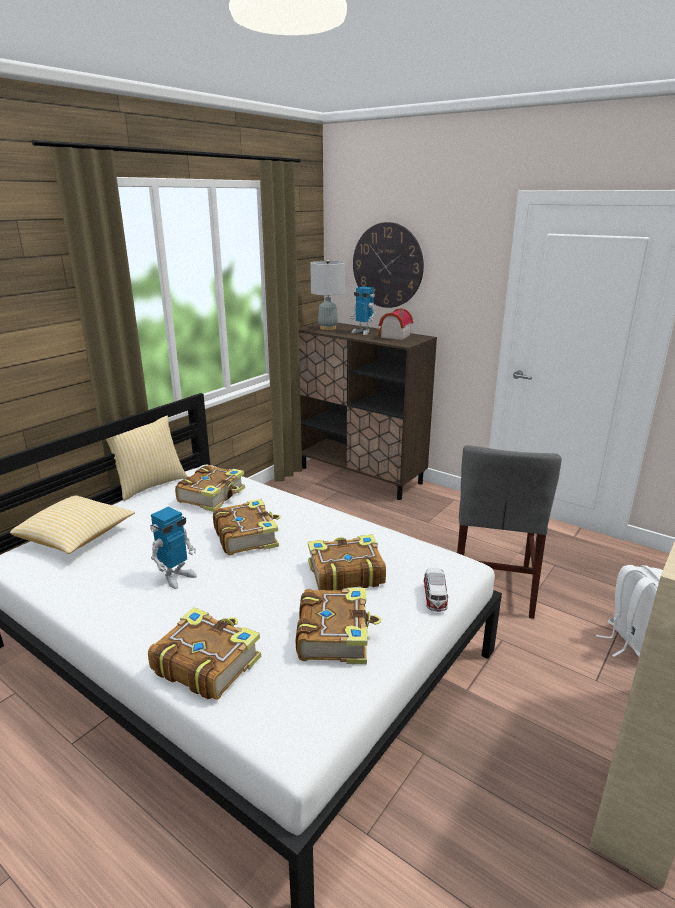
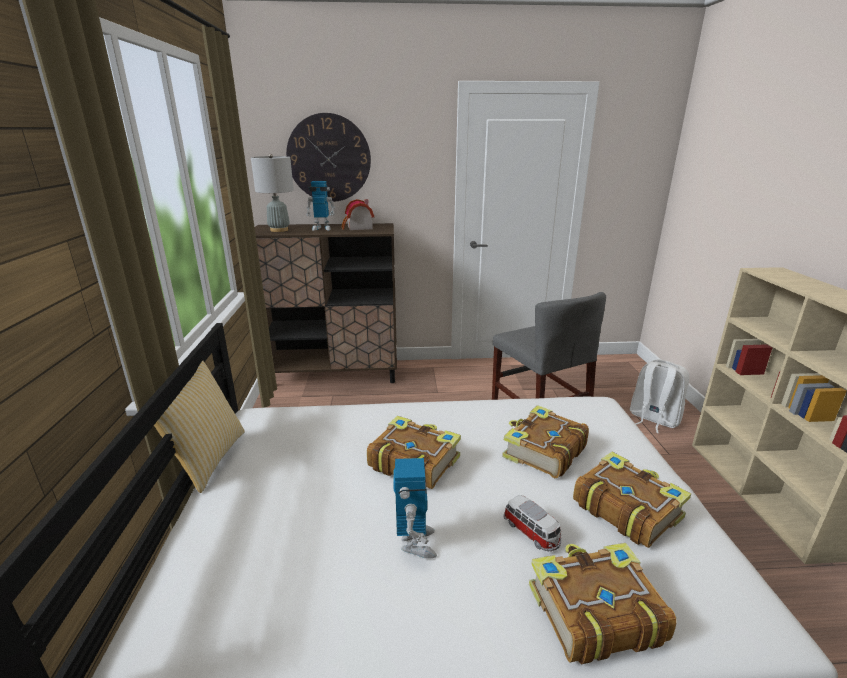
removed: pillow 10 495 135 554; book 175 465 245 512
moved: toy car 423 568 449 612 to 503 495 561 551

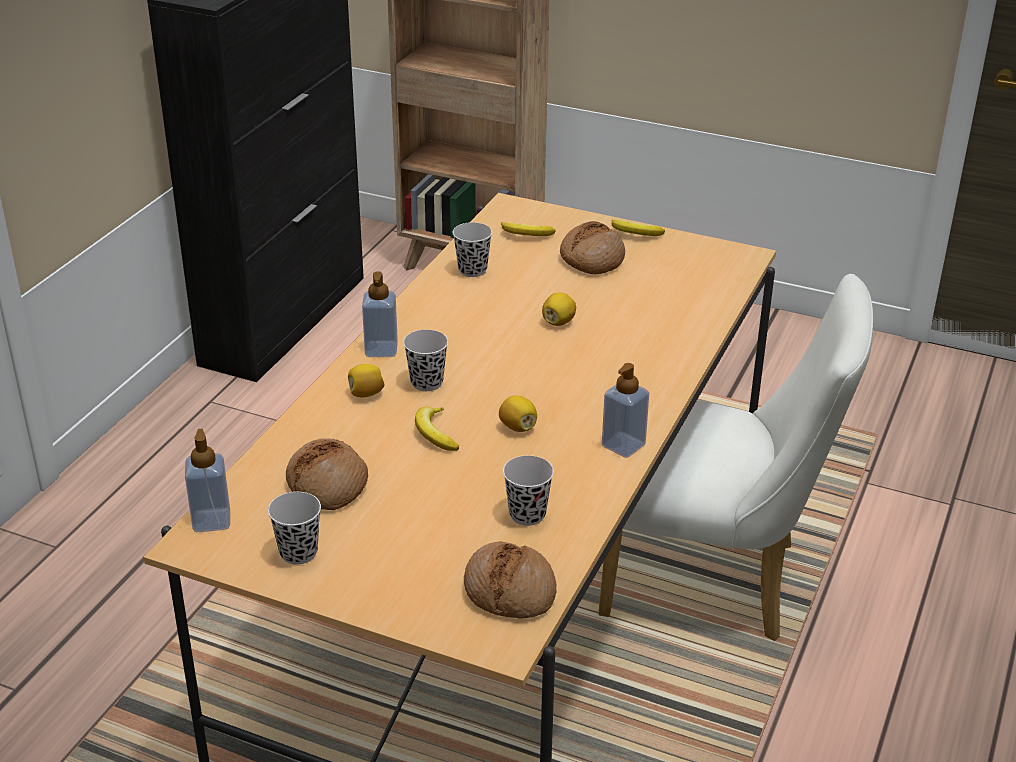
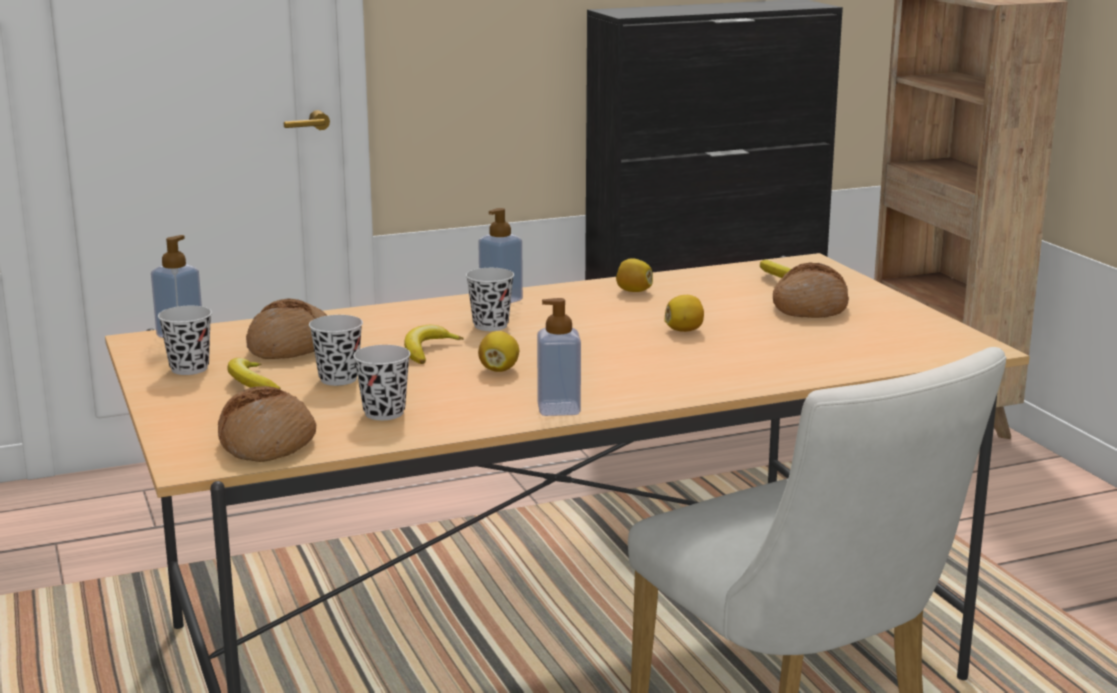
moved: banana 612 220 665 236 to 227 358 280 389; black cup 452 222 492 277 to 309 315 363 386; lemon 348 364 385 398 to 616 258 653 292

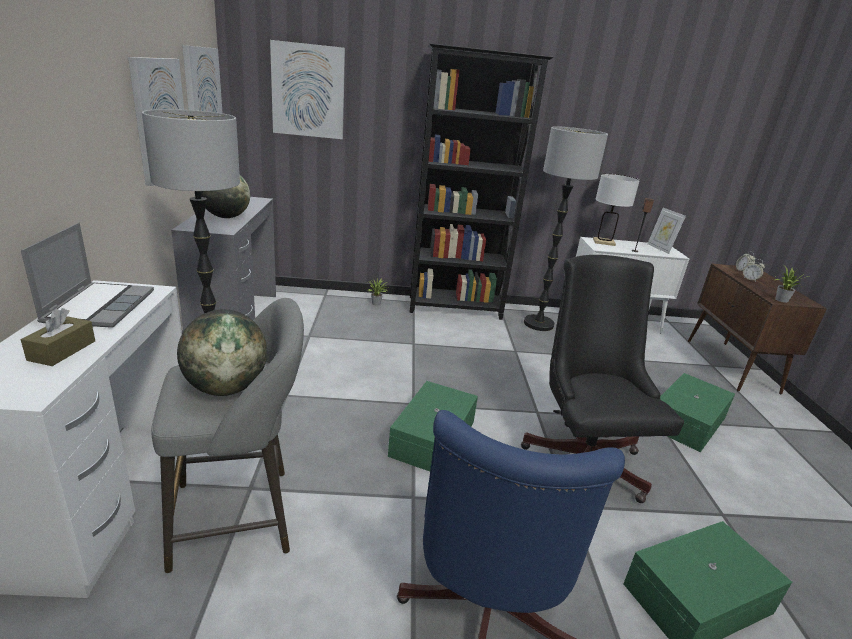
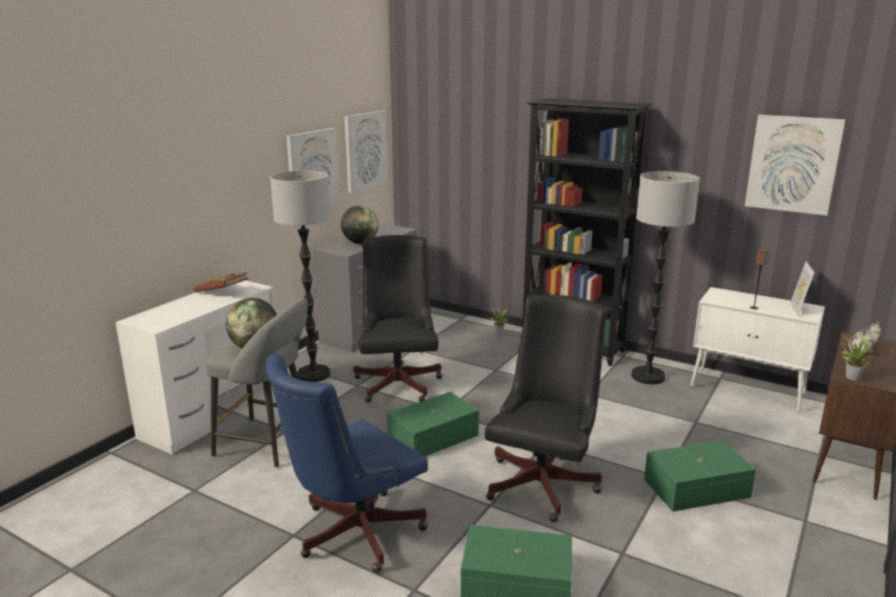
removed: brown tissue box 21 308 95 366; white table lamp 593 174 640 246
added: black office chair 354 235 443 402
moved: picture 270 40 345 139 to 745 115 846 216
replaced: laptop 21 223 154 328 to brown book 194 272 248 293

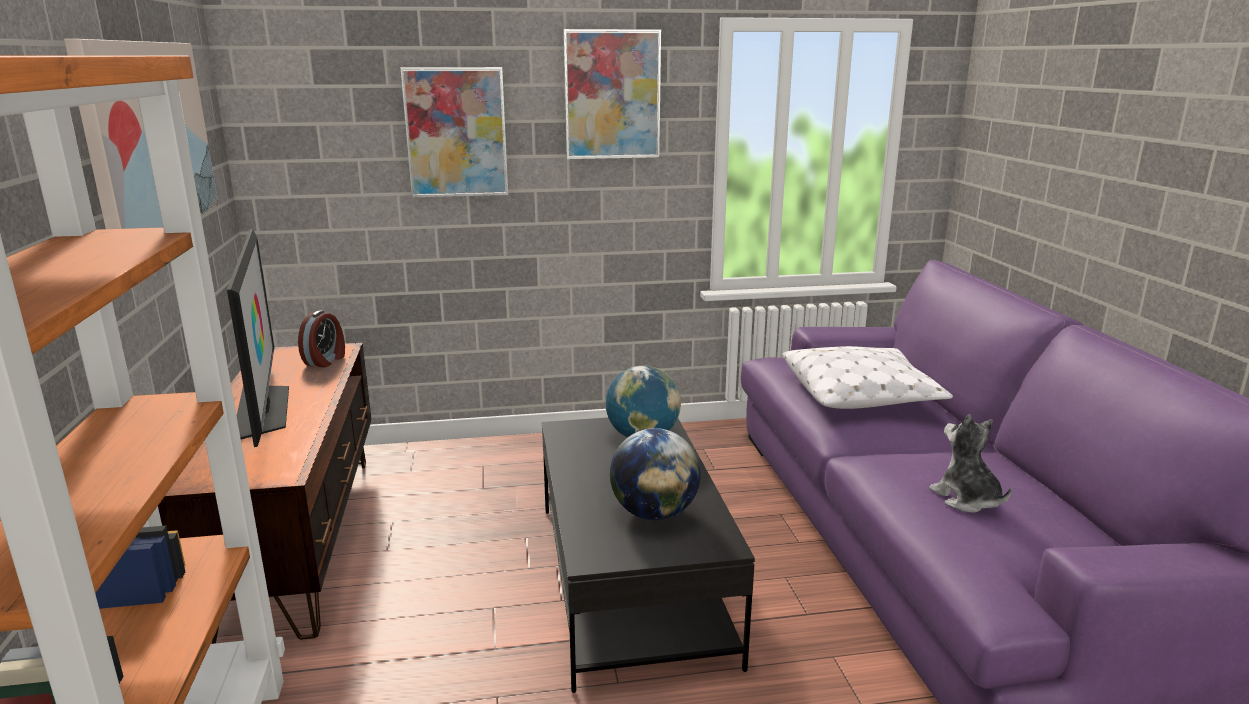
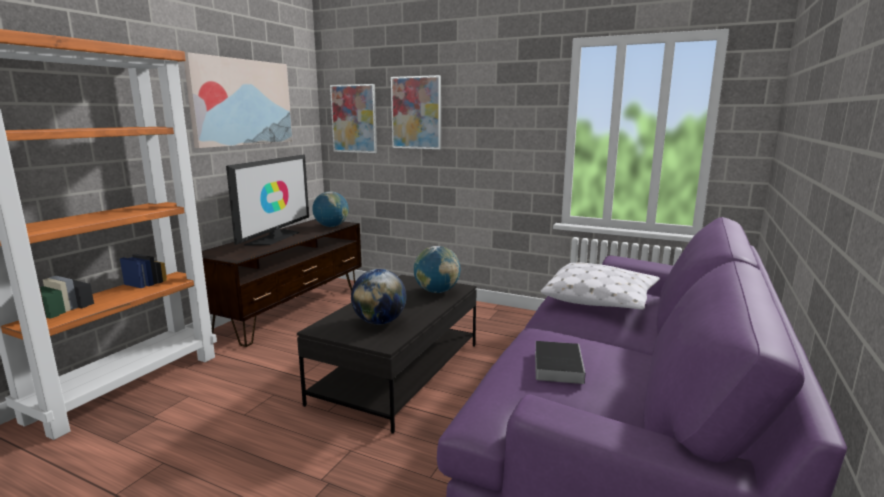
moved: picture 563 29 661 159 to 330 84 377 153
replaced: alarm clock 298 311 345 367 to globe 312 191 349 227; plush toy 929 414 1012 513 to book 535 341 585 384

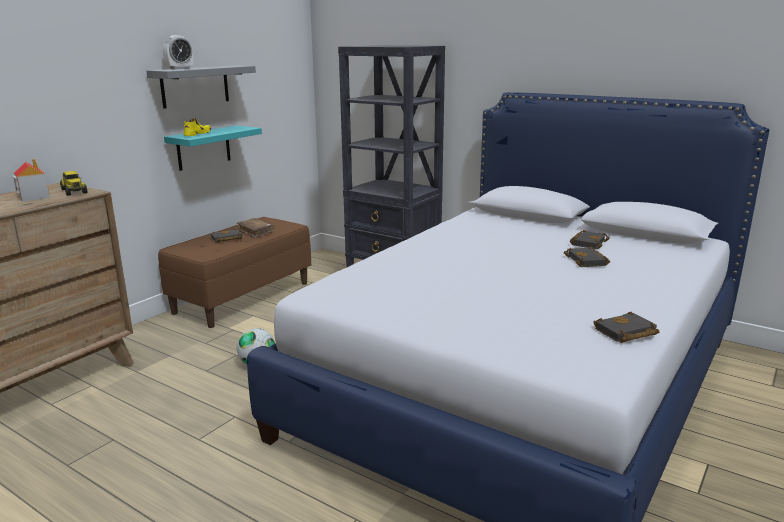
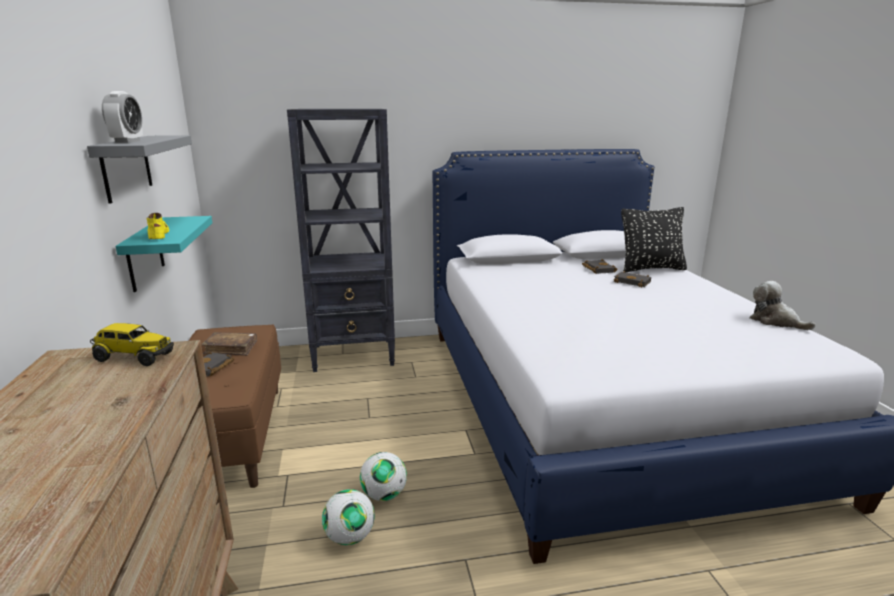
removed: toy house 13 158 50 201
added: football 322 489 375 545; black pillow 621 207 687 272
replaced: black book 594 312 659 343 to plush toy 750 281 816 330

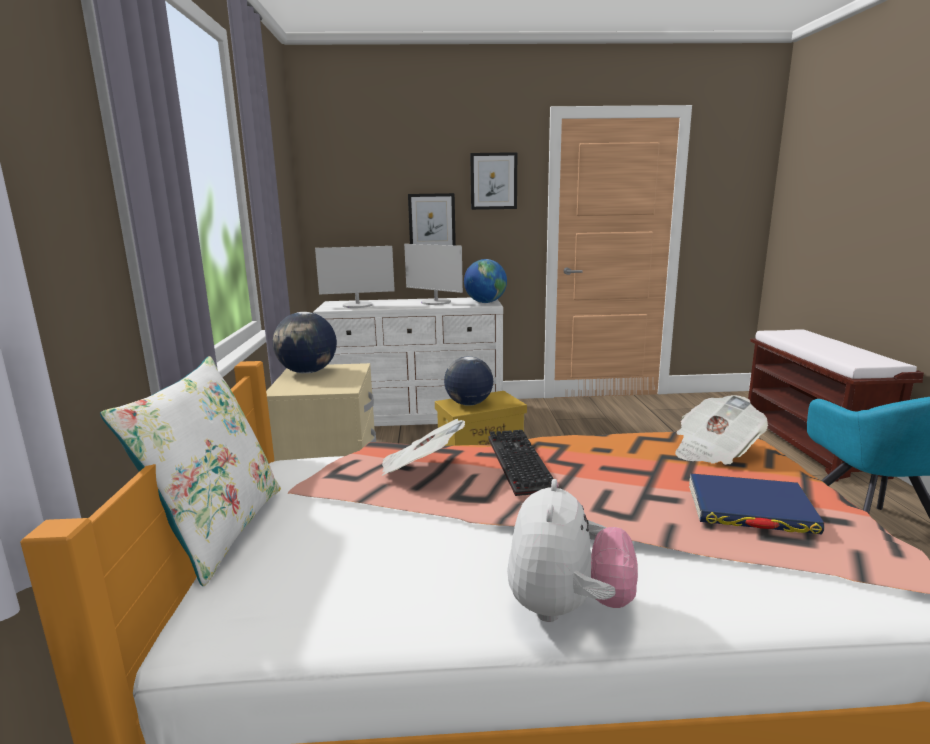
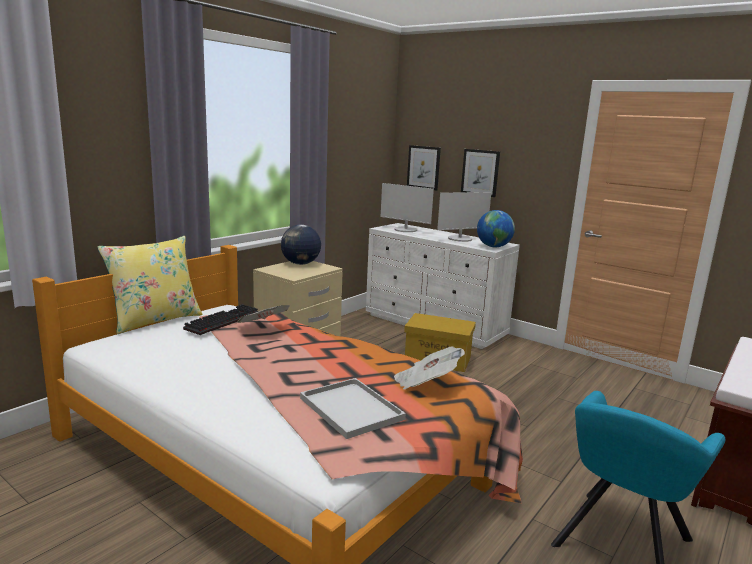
removed: globe 444 356 493 406; plush toy 507 479 638 622
moved: keyboard 489 430 553 496 to 183 304 259 335; picture 470 152 517 210 to 407 145 441 190
replaced: blue book 689 473 824 535 to white tray 300 378 406 439
recoloured: white pillow 100 356 281 587 to yellow pillow 97 236 203 334
turned: monitor 404 244 463 305 = 437 192 491 242 105 degrees counterclockwise

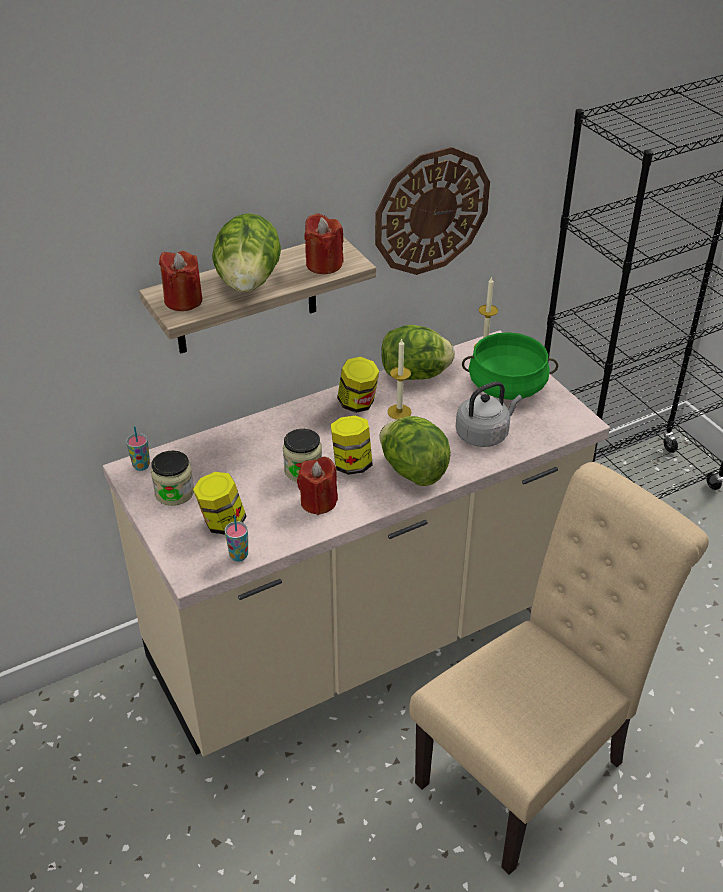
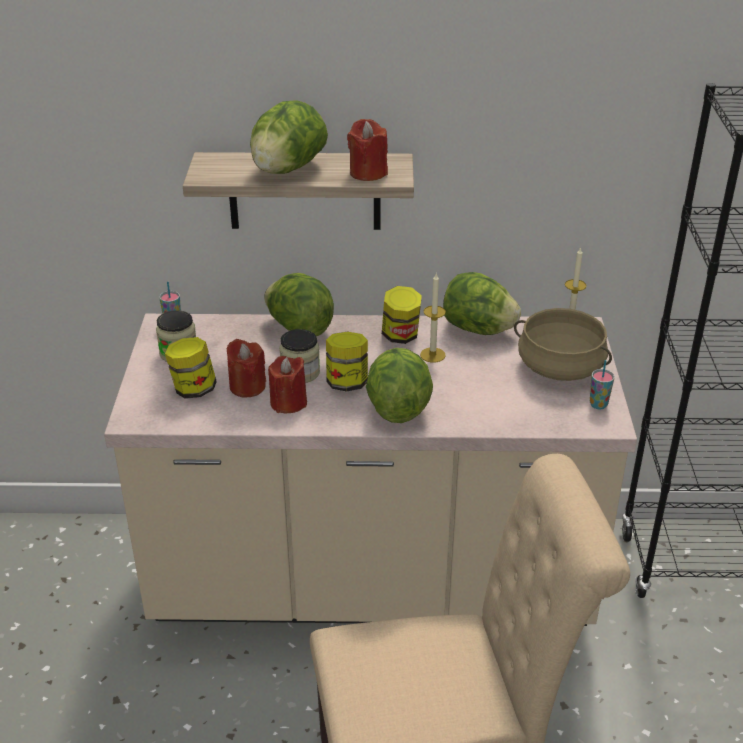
removed: wall clock 375 147 490 275; grey kettle 456 381 522 447
added: lettuce 264 273 334 336
moved: red candle 159 251 202 311 to 227 339 266 398; cup 224 515 248 562 to 590 360 615 409
recoloured: green cooking pot 462 332 558 400 to beige cooking pot 514 308 612 381

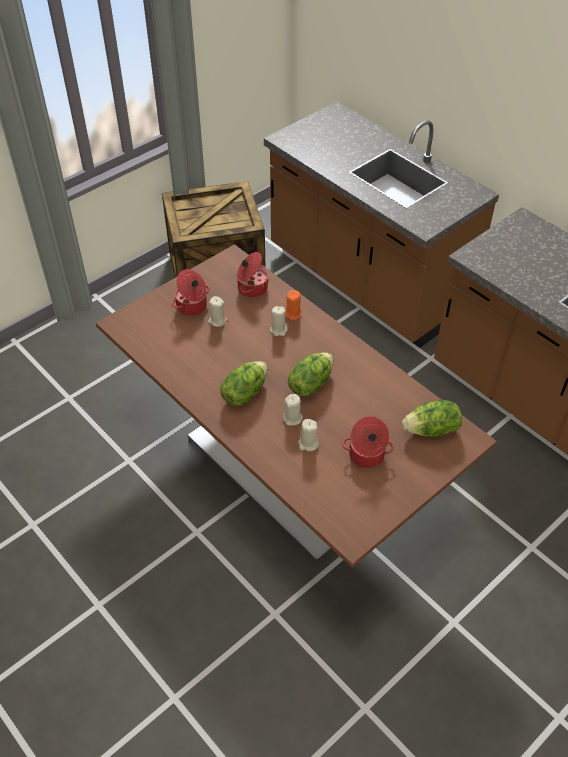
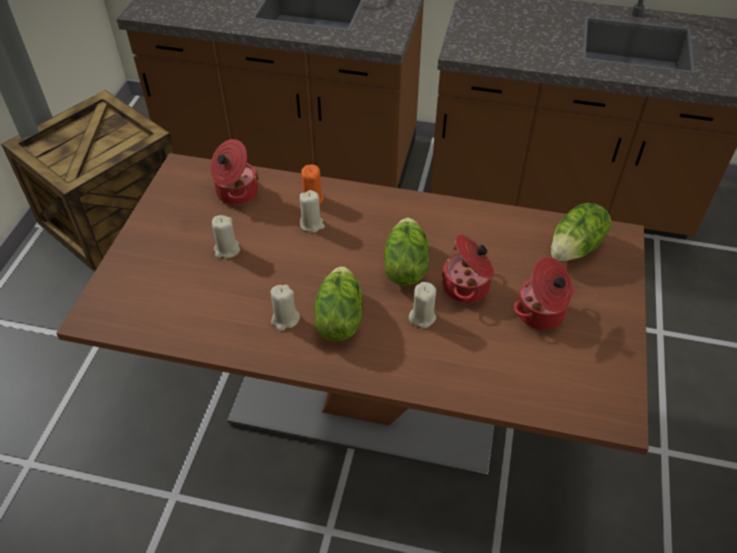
moved: beige candle 298 419 319 451 to 270 285 300 331; cooking pot 172 269 210 316 to 441 235 494 303

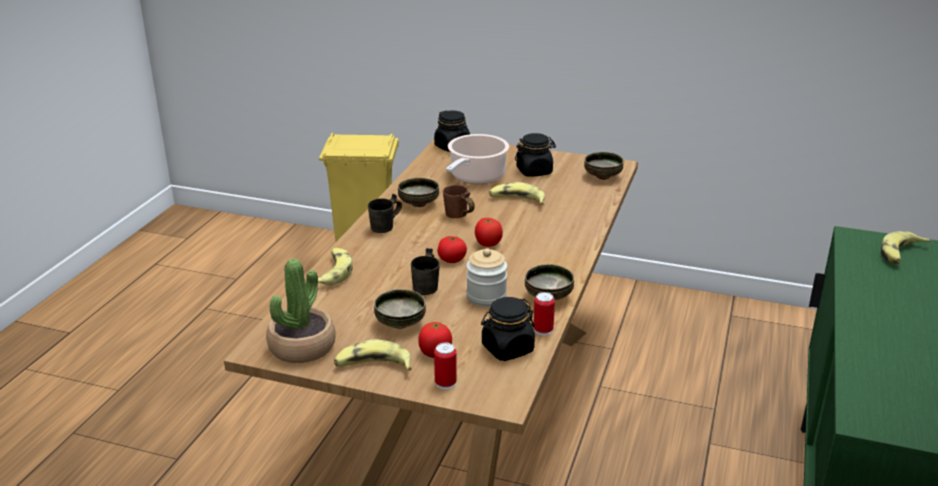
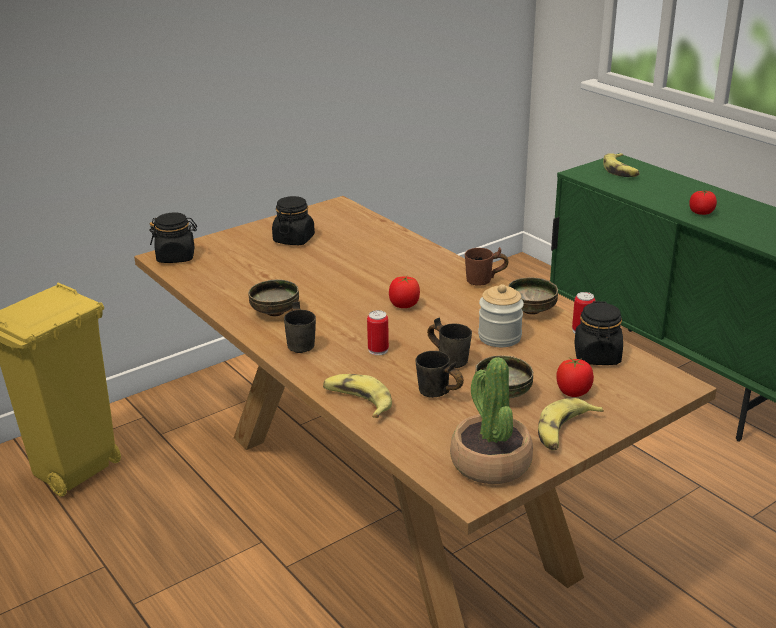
removed: cooking pot 446 134 509 184; banana 489 182 545 205; bowl 584 152 623 180
added: grey mug 415 351 464 398
moved: can 434 343 457 389 to 367 310 389 355; brown mug 443 185 475 218 to 465 247 509 286; tomato 437 236 467 263 to 689 190 717 215

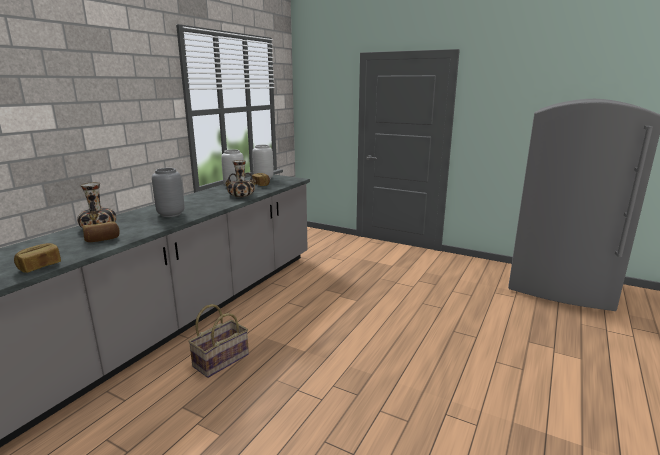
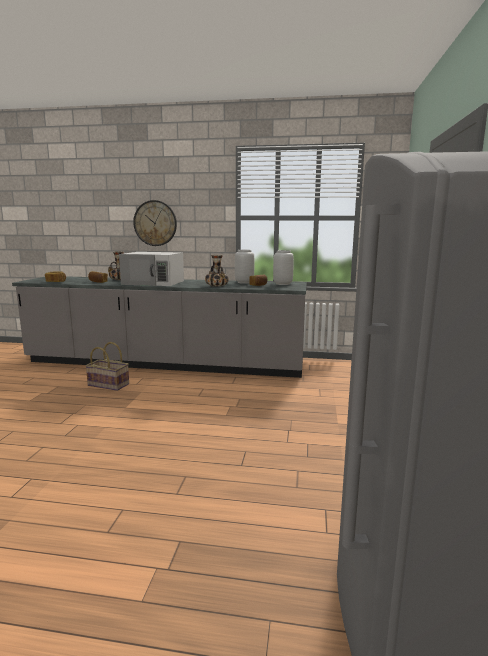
added: wall clock 133 200 177 246
replaced: grey vase 152 168 184 217 to white microwave 119 252 184 286

